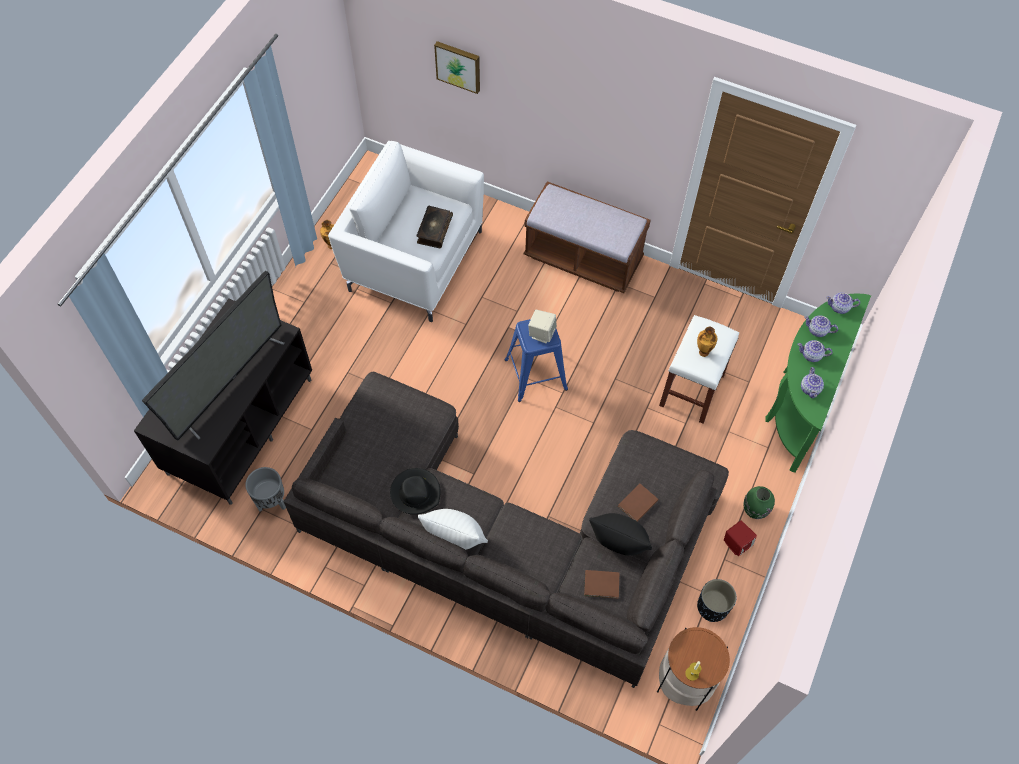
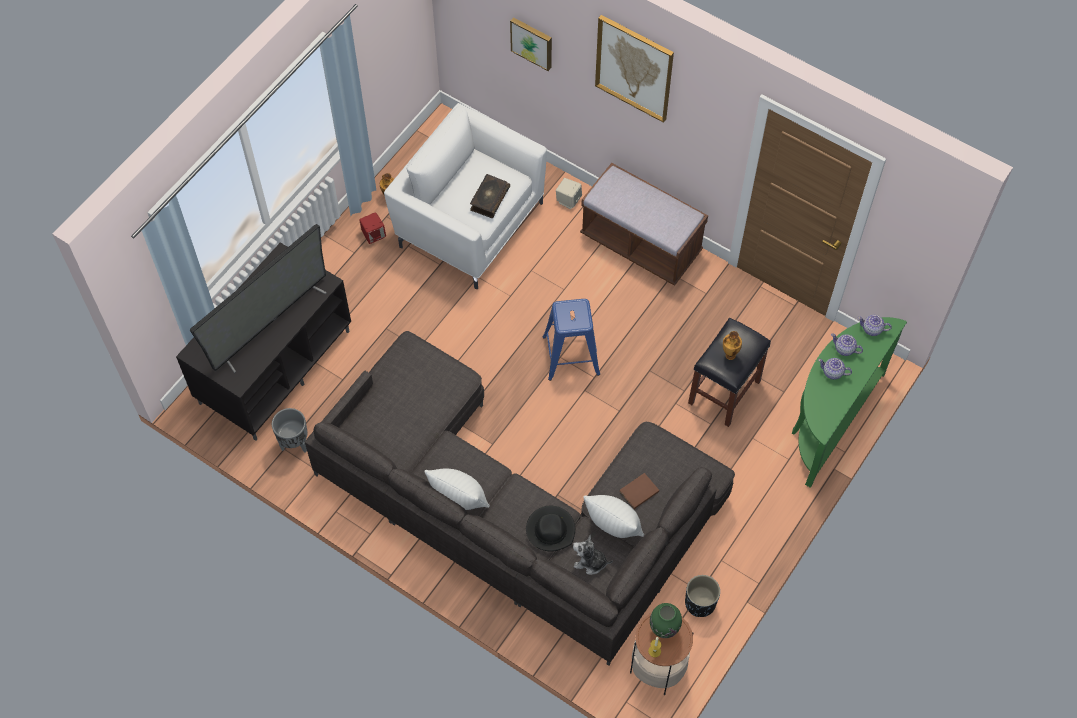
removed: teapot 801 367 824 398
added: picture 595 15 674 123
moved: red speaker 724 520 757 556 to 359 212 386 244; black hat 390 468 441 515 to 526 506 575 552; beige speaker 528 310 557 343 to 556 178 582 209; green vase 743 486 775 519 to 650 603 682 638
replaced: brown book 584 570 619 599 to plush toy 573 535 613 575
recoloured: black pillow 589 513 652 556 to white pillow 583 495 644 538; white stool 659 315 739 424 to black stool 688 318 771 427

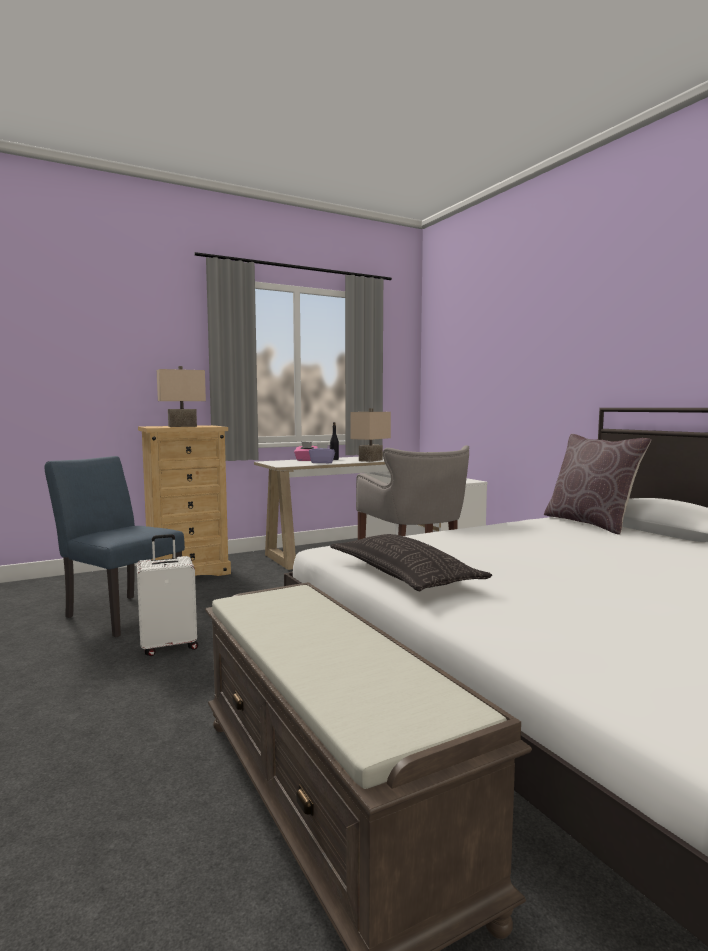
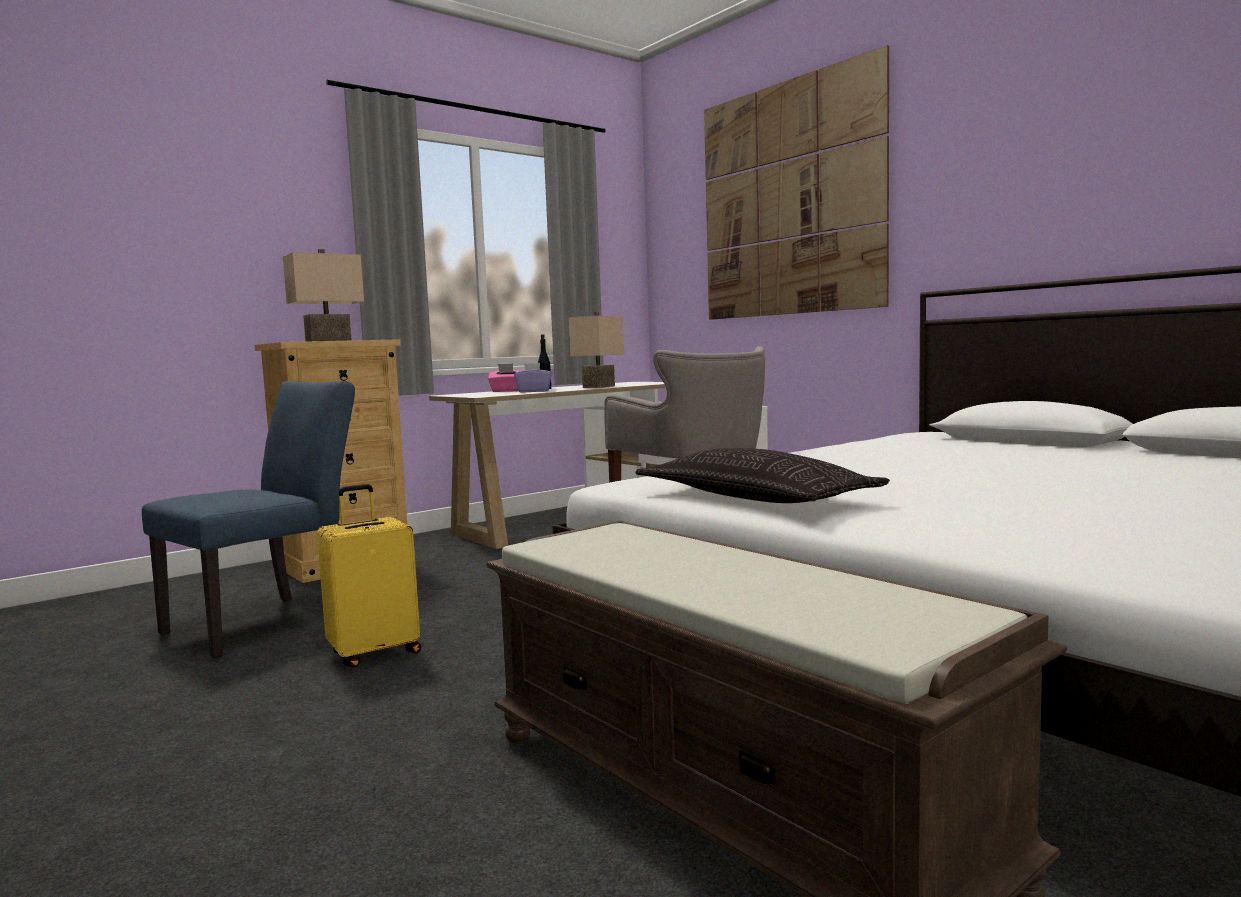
removed: brown pillow 544 434 651 535
added: picture 704 45 889 320
recoloured: white suitcase 137 534 198 656 to yellow suitcase 317 484 421 668
turned: blue chair 45 456 185 638 = 142 381 355 658 105 degrees clockwise

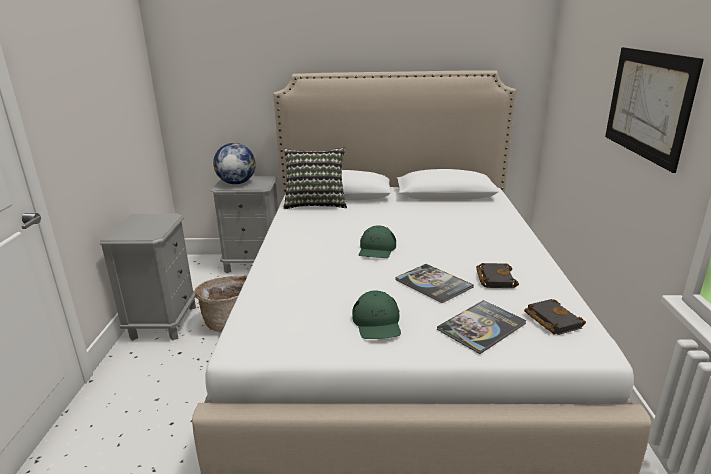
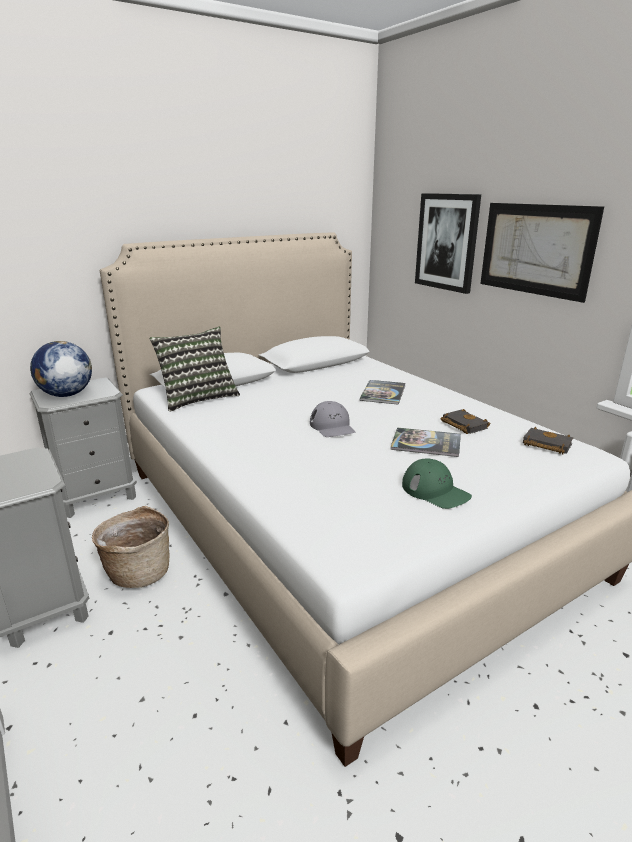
added: picture 415 193 481 294
moved: book 437 300 527 354 to 360 380 406 405
recoloured: green cap 359 225 396 258 to grey cap 310 401 355 437

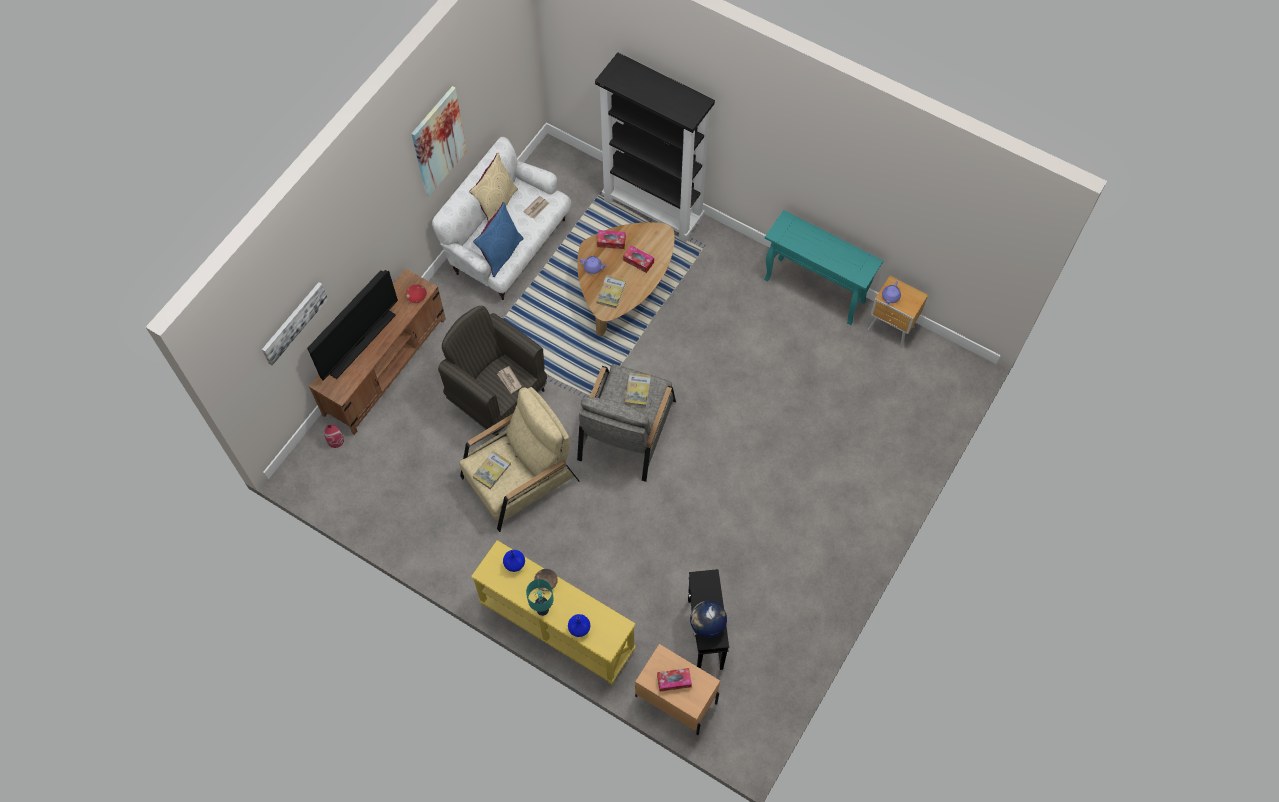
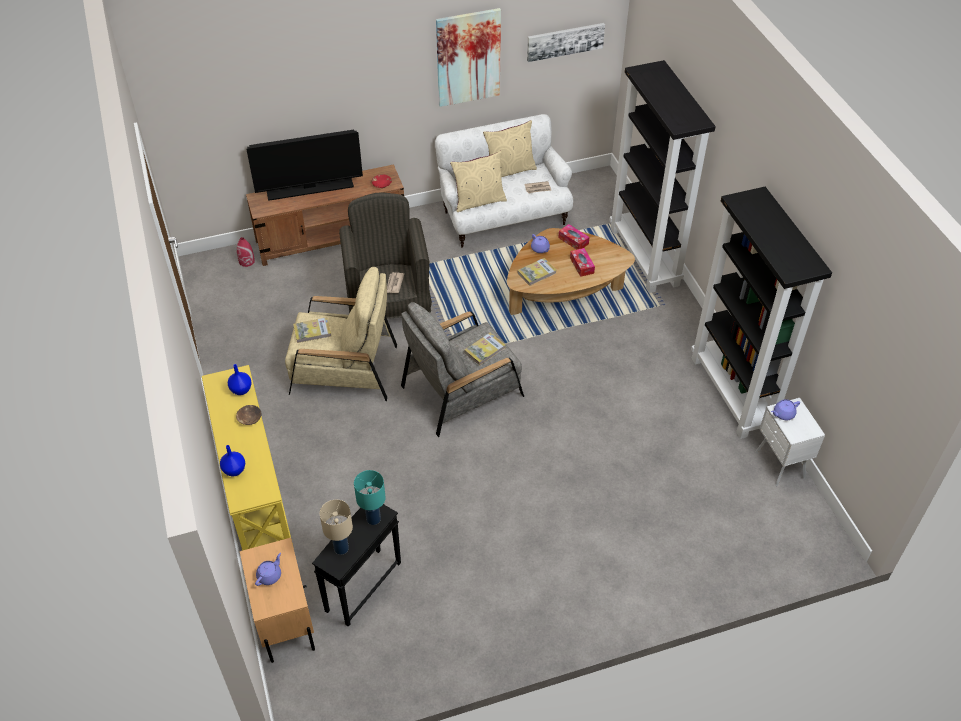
moved: turquoise table lamp 526 579 554 616 to 354 470 386 525; picture 262 282 328 366 to 527 23 605 62
replaced: tissue box 657 668 692 692 to purple teapot 255 553 281 586; globe 690 601 727 638 to beige table lamp 320 500 353 555; turquoise console table 764 210 884 325 to black bookcase 691 187 832 439
recoloured: blue pillow 473 202 524 277 to beige pillow 450 151 507 212; brown nightstand 868 276 928 347 to white nightstand 755 398 825 486

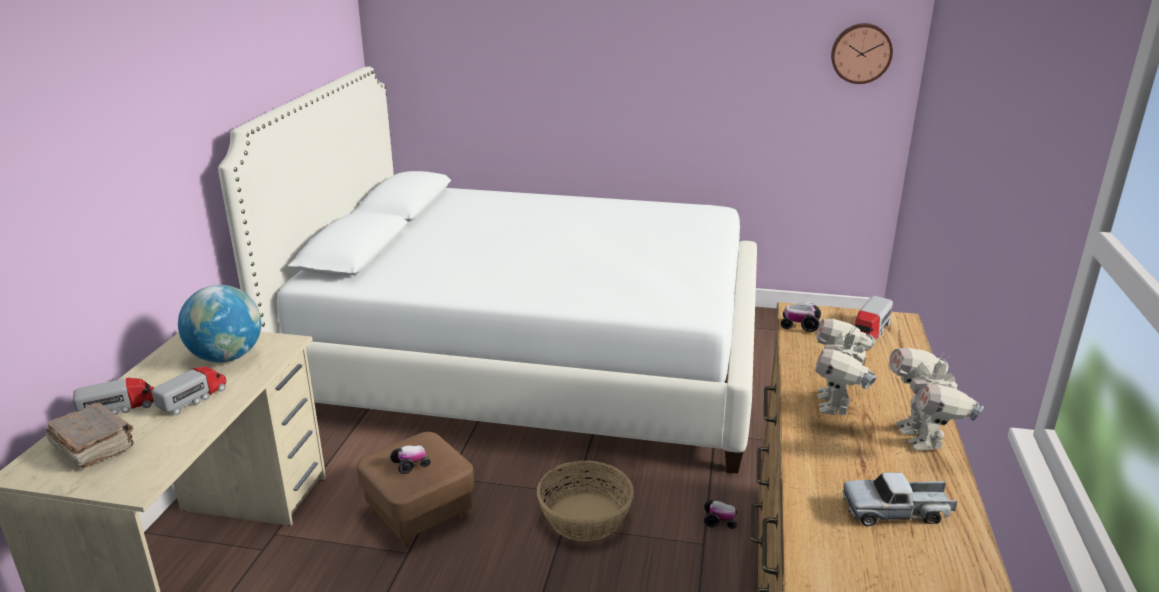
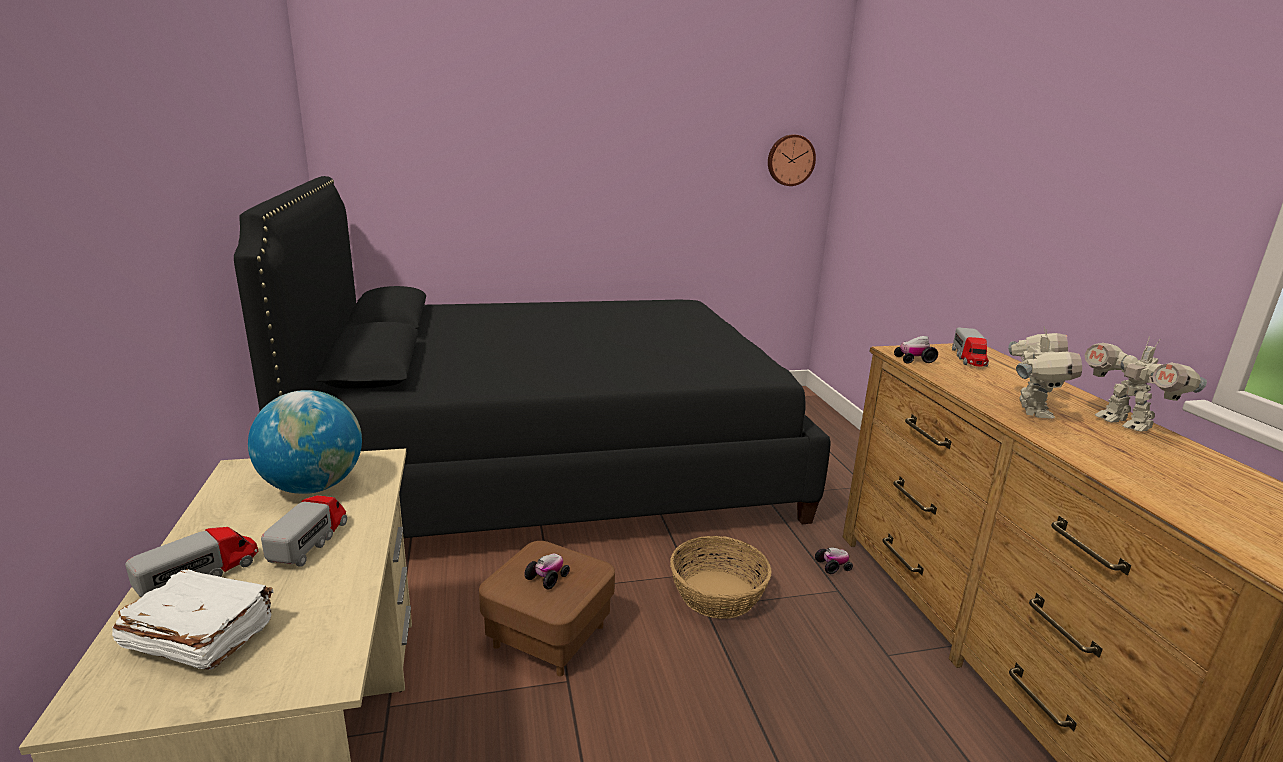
removed: toy truck 842 473 958 527
recoloured: brown book 45 403 134 468 to white book 112 569 274 670; white bed 218 66 757 474 to black bed 234 176 830 538
turned: toy robot 815 319 877 415 = 1008 327 1082 419 150 degrees counterclockwise

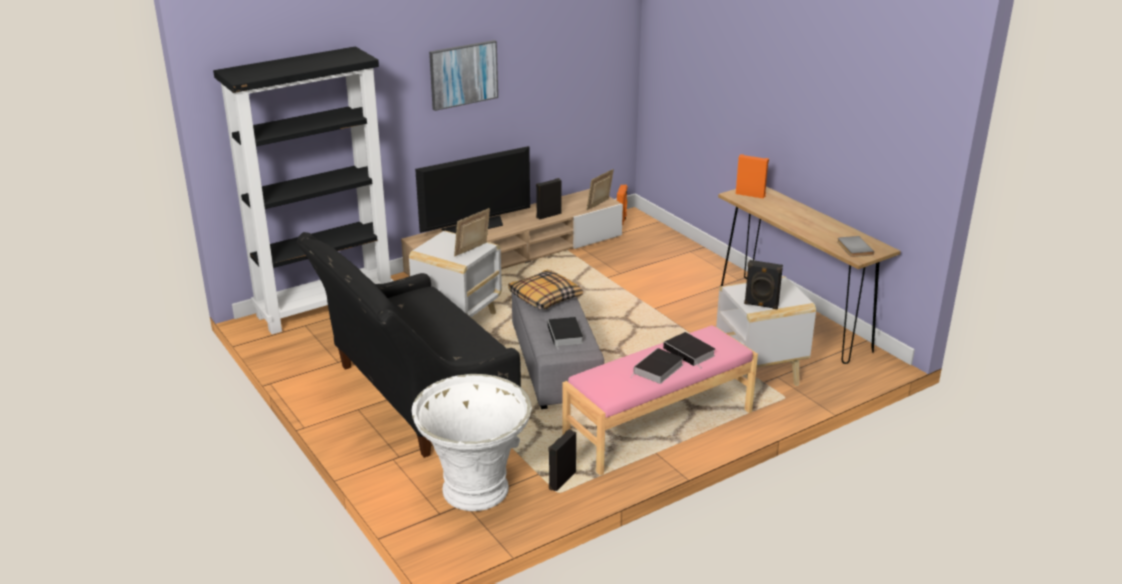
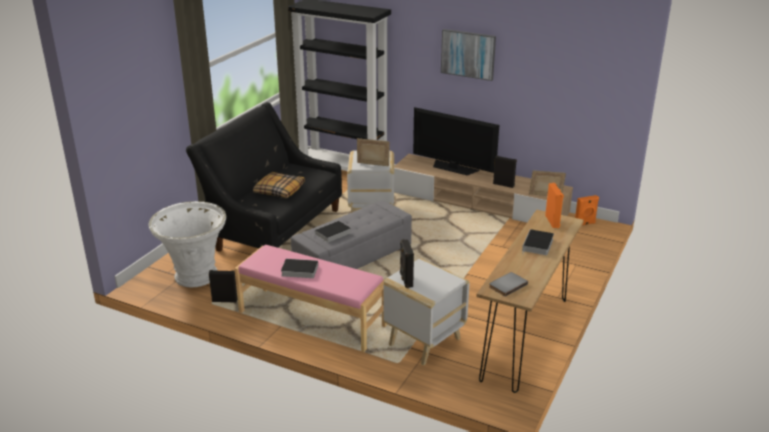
moved: pillow 508 270 583 310 to 253 172 305 198; book 663 332 715 368 to 522 229 554 255

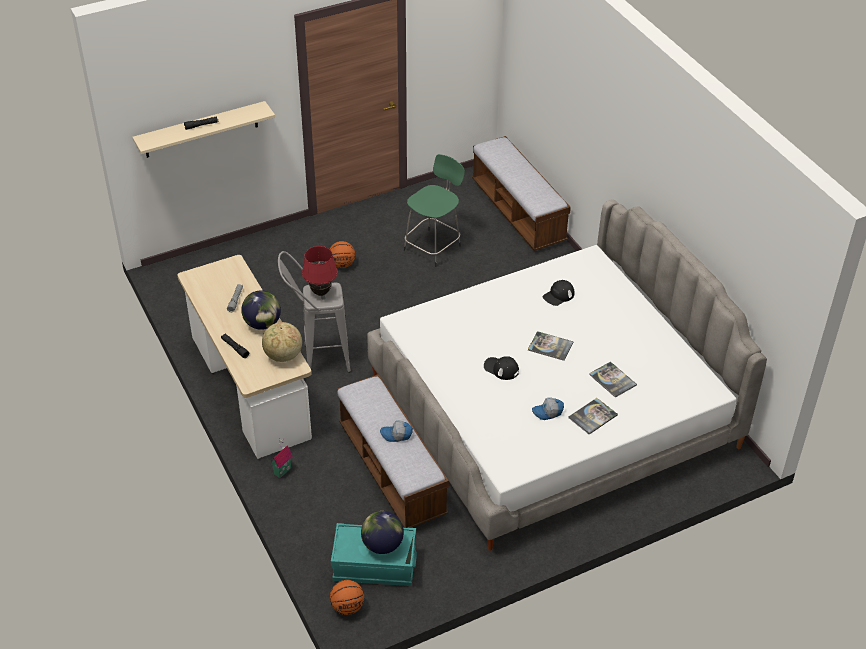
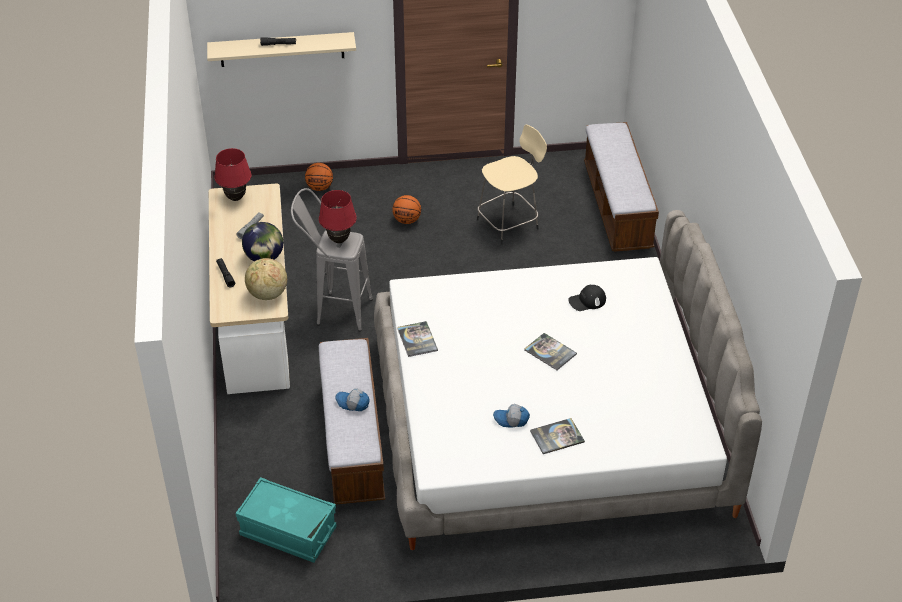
removed: toy house 270 438 293 478; globe 361 511 404 554; black cap 484 356 519 380
added: red table lamp 214 148 251 201
moved: basketball 330 580 364 615 to 305 163 333 191; book 589 362 637 398 to 397 321 438 357
recoloured: green stool 404 154 465 267 to beige stool 477 125 547 245

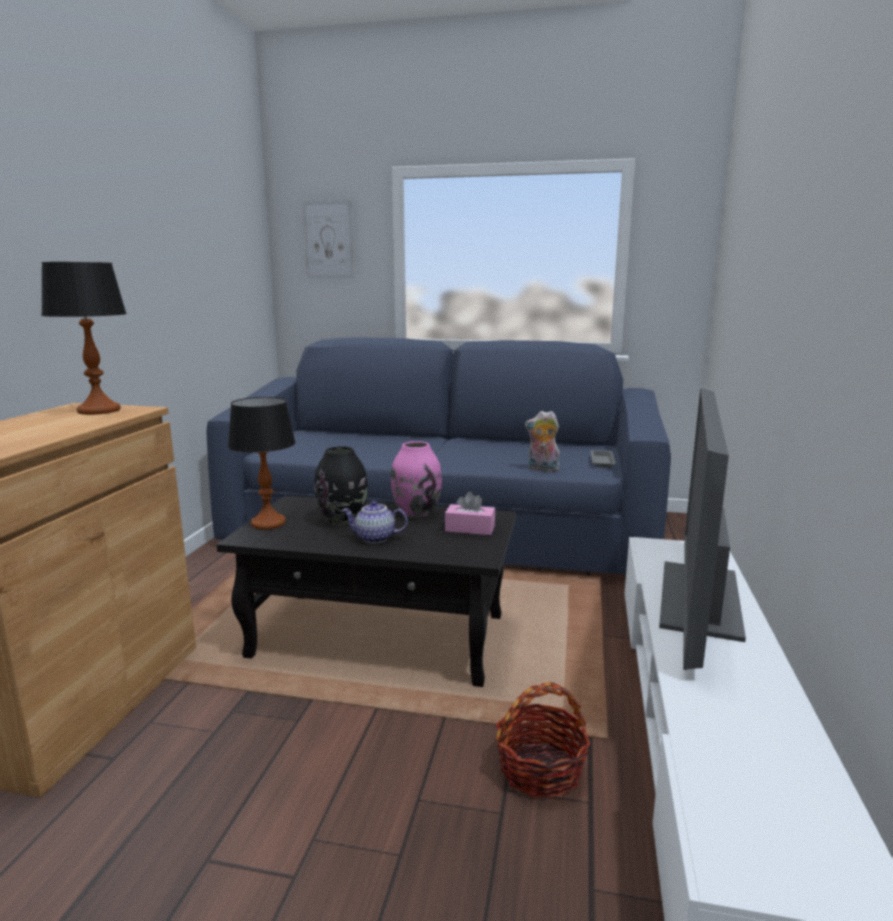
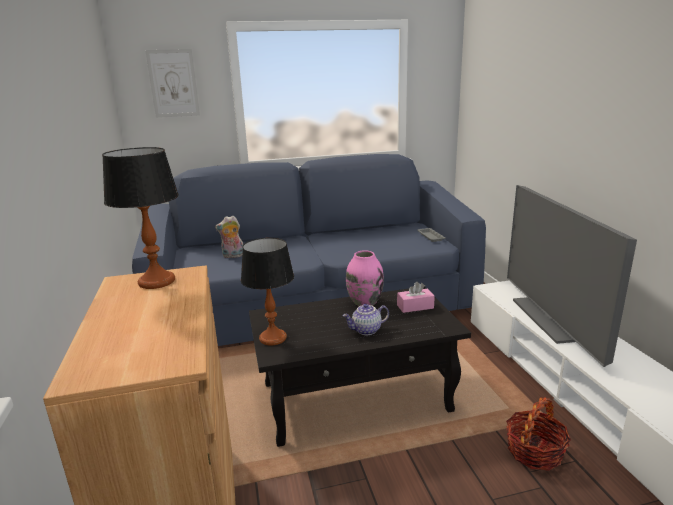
removed: black vase 314 446 368 526
moved: plush toy 525 411 560 472 to 215 216 243 258

